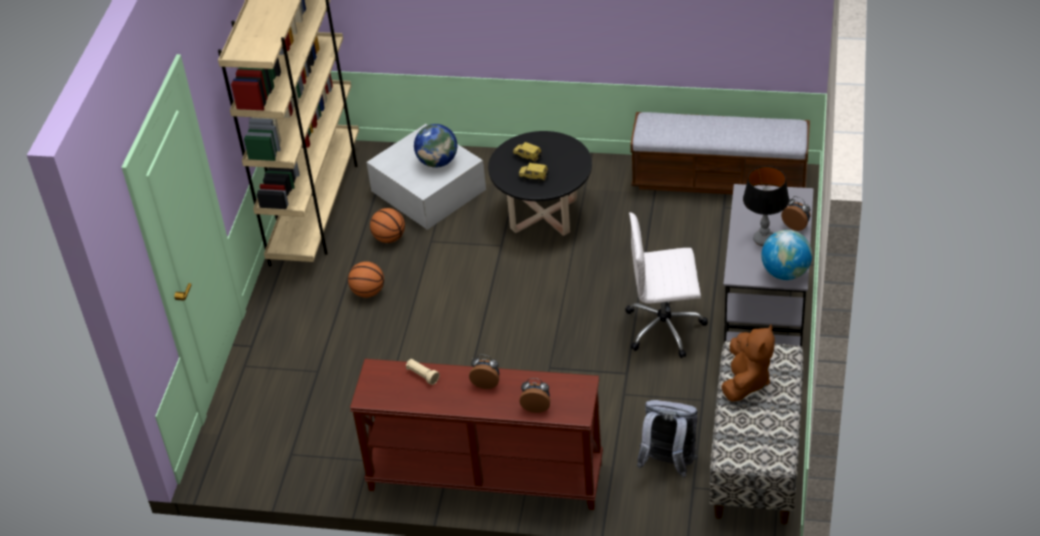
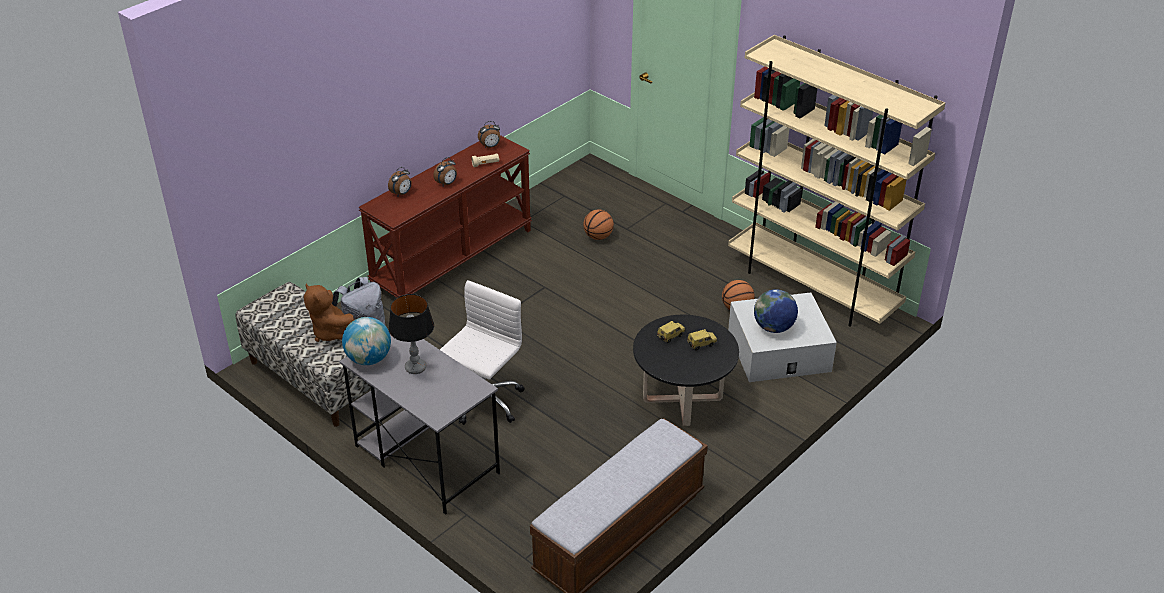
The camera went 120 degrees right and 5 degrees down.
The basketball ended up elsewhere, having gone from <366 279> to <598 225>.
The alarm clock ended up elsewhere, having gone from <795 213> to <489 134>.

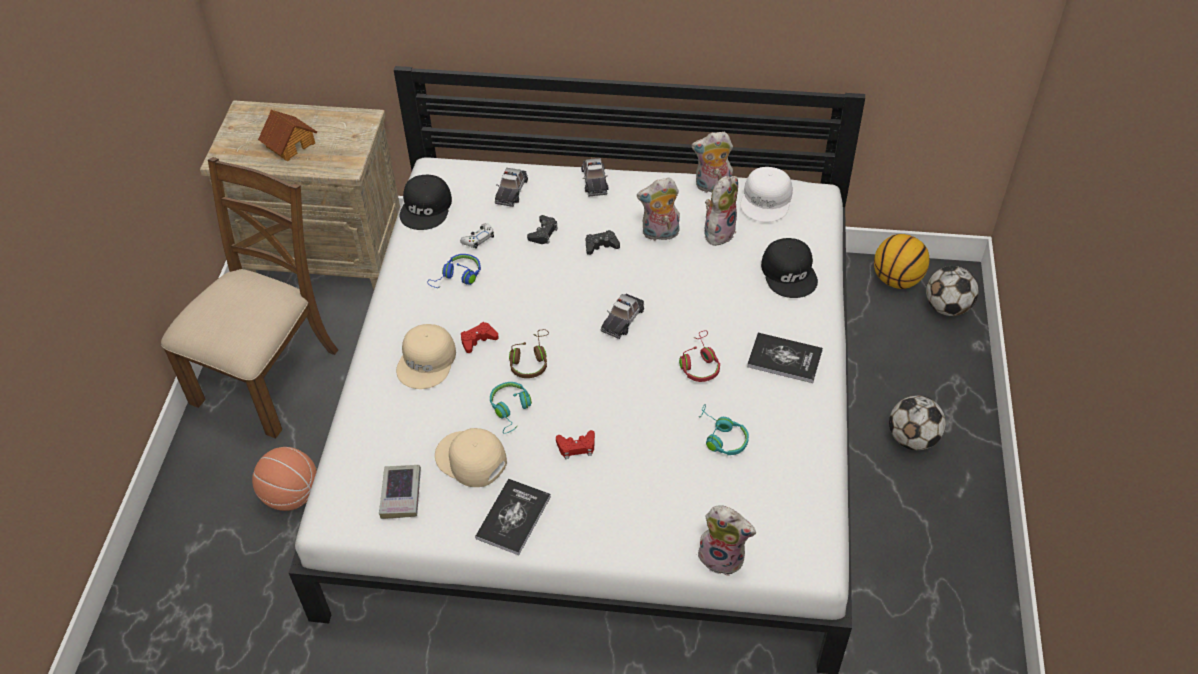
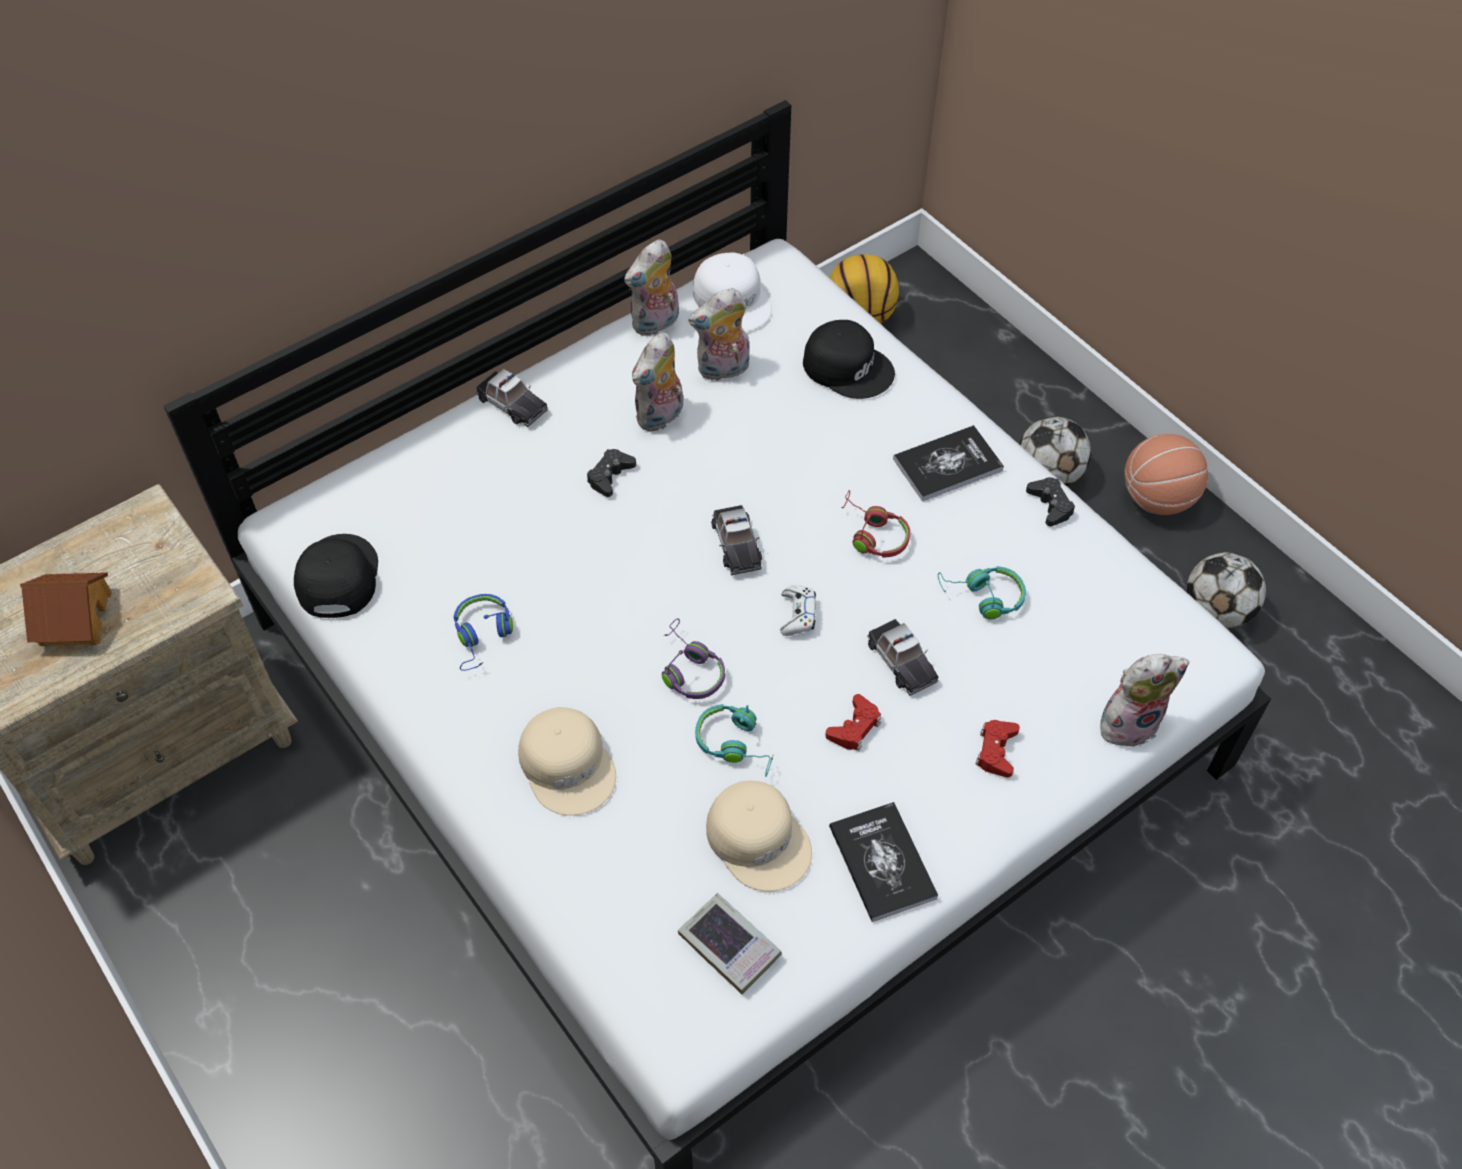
The camera went 45 degrees left and 5 degrees up.
The second view lost the brown chair at <249 298>.
The basketball ended up elsewhere, having gone from <284 479> to <1166 474>.
The white game controller ended up elsewhere, having gone from <477 236> to <798 610>.
The red game controller ended up elsewhere, having gone from <480 337> to <998 749>.
The toy car ended up elsewhere, having gone from <511 187> to <903 657>.
The black game controller ended up elsewhere, having gone from <542 229> to <1050 501>.
The football ended up elsewhere, having gone from <952 291> to <1226 590>.
What was the brown headphones at <529 353> turned into the purple headphones at <693 659>.
The black cap at <425 202> ended up facing another way, 150 degrees counterclockwise from before.
The beige cap at <471 457> ended up facing another way, 120 degrees counterclockwise from before.
The plush toy at <721 211> ended up facing another way, 105 degrees counterclockwise from before.

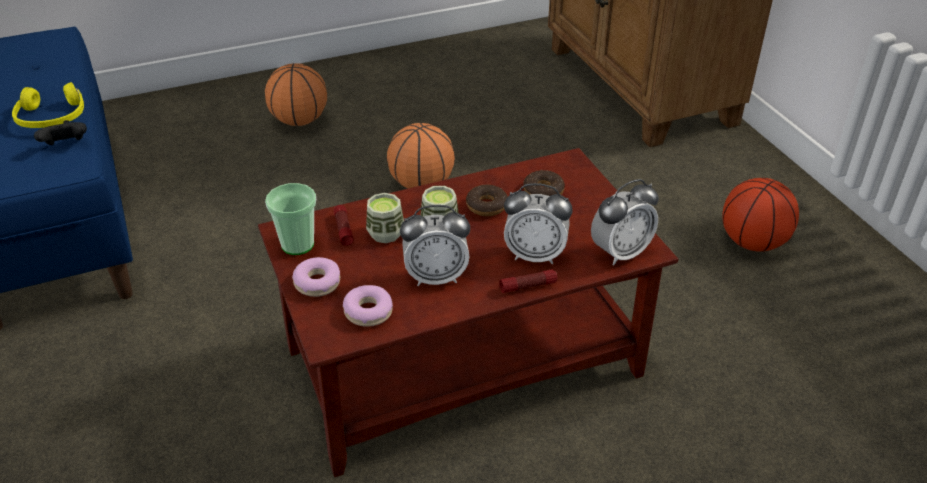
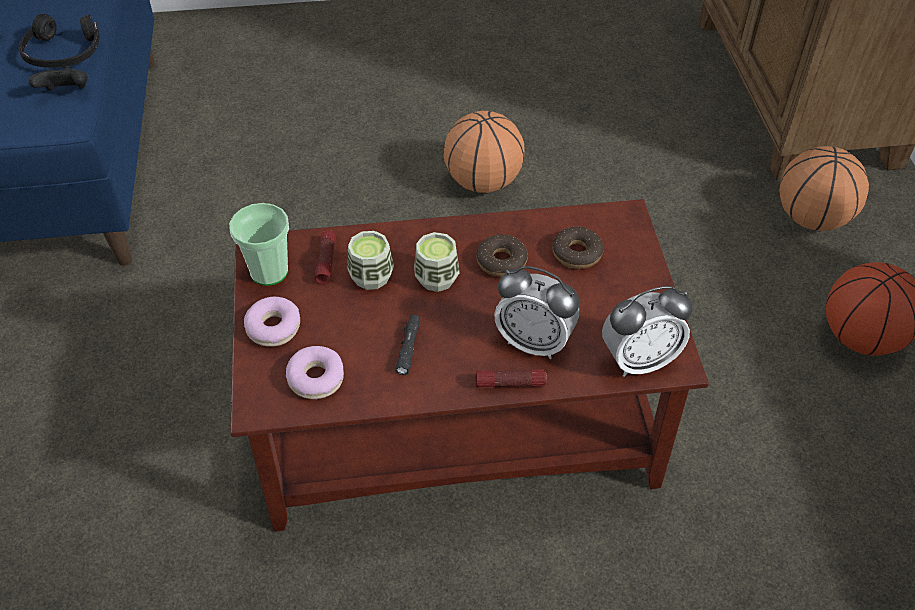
The camera went 15 degrees right and 10 degrees up.
The basketball ended up elsewhere, having gone from <296 94> to <824 188>.
Where the alarm clock stood at <435 245>, the black flashlight came to stand at <407 345>.
What was the yellow headphones at <48 105> turned into the black headphones at <59 41>.

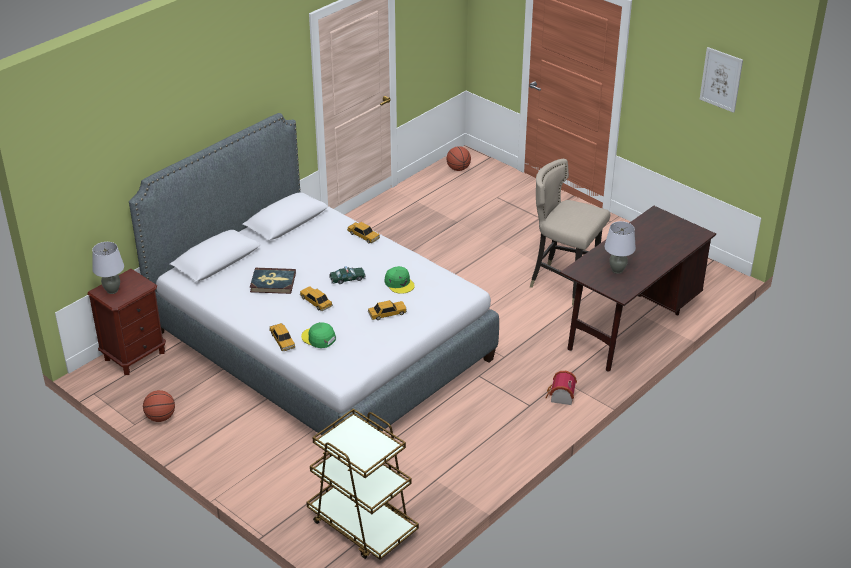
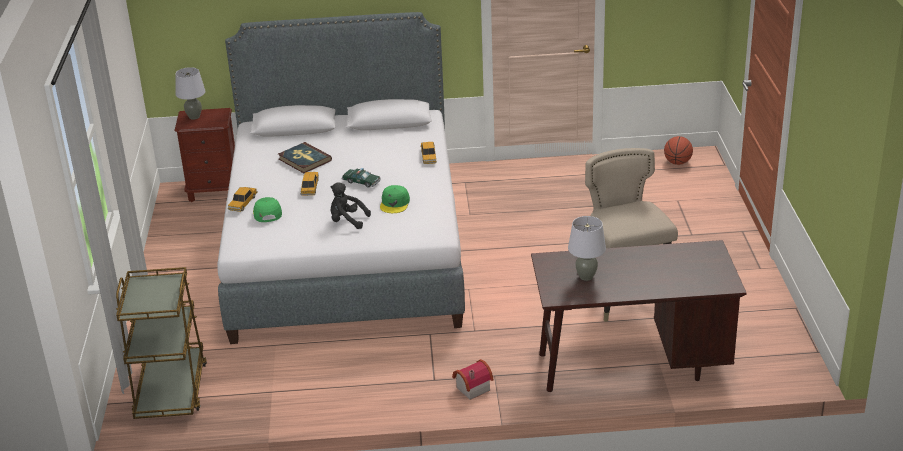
The camera went 45 degrees right and 5 degrees down.
The second view lost the basketball at <159 406>.
The second view lost the picture at <721 80>.
Where the toy car stood at <387 310>, the black plush toy came to stand at <350 205>.

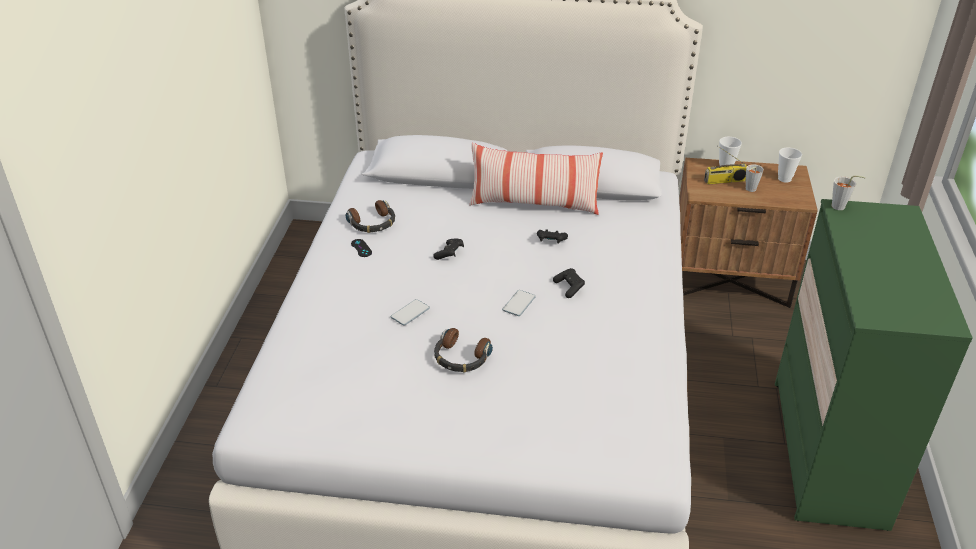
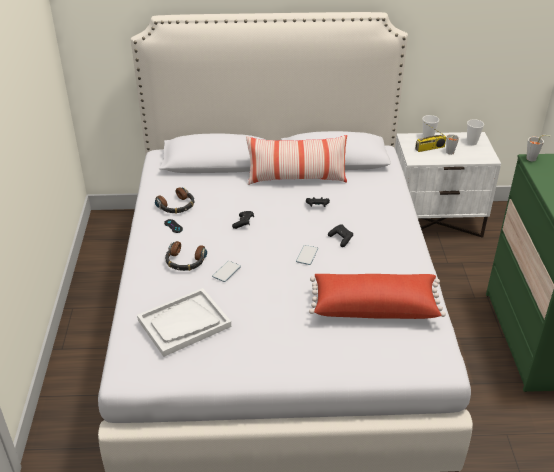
The camera went 10 degrees left and 0 degrees up.
The second view gained the white tray at <184 322>.
The second view gained the red pillow at <377 296>.
The headphones ended up elsewhere, having gone from <463 350> to <186 256>.
What was the brown nightstand at <748 233> turned into the white nightstand at <448 185>.

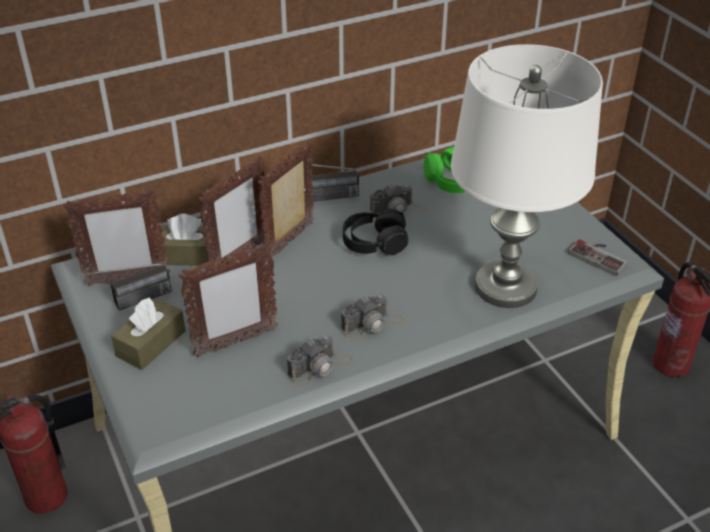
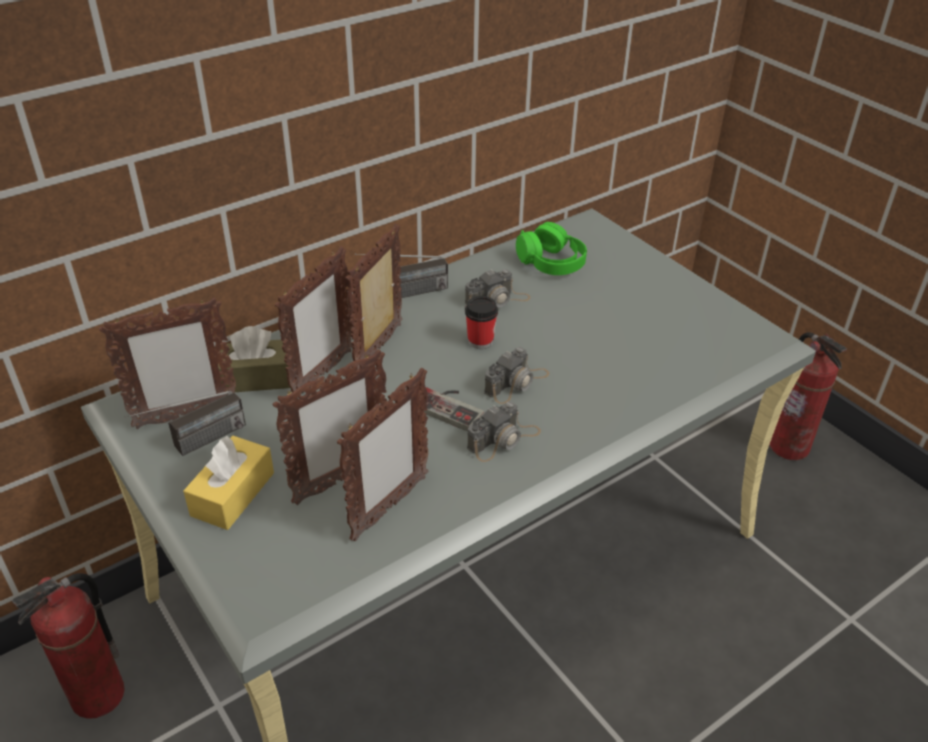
The camera went 10 degrees left and 0 degrees up.
The second view lost the white table lamp at <527 176>.
The second view gained the picture frame at <383 454>.
The photo camera ended up elsewhere, having gone from <320 361> to <516 375>.
The game controller ended up elsewhere, having gone from <598 257> to <451 409>.
Where the black headphones stood at <375 232>, the cup came to stand at <481 322>.
What was the brown tissue box at <148 334> turned into the yellow tissue box at <228 483>.

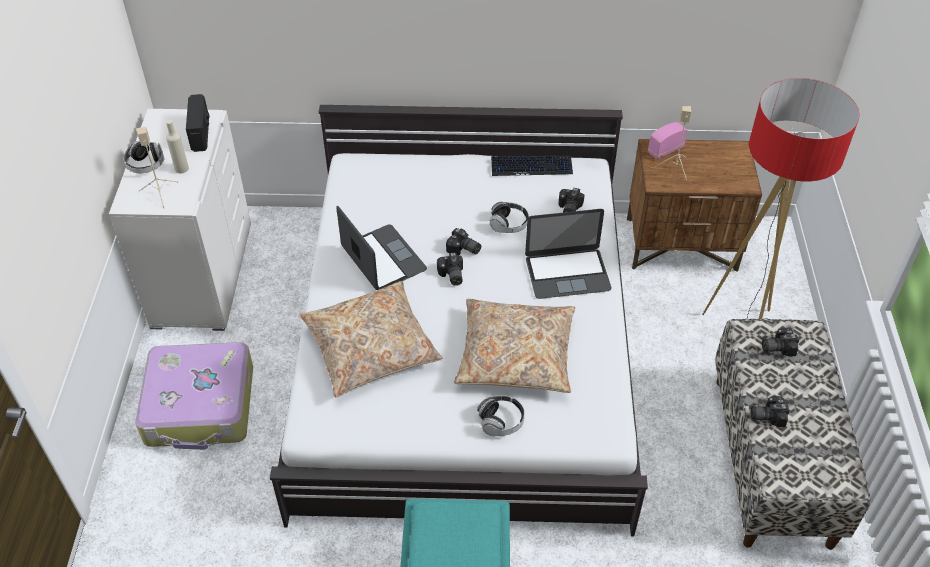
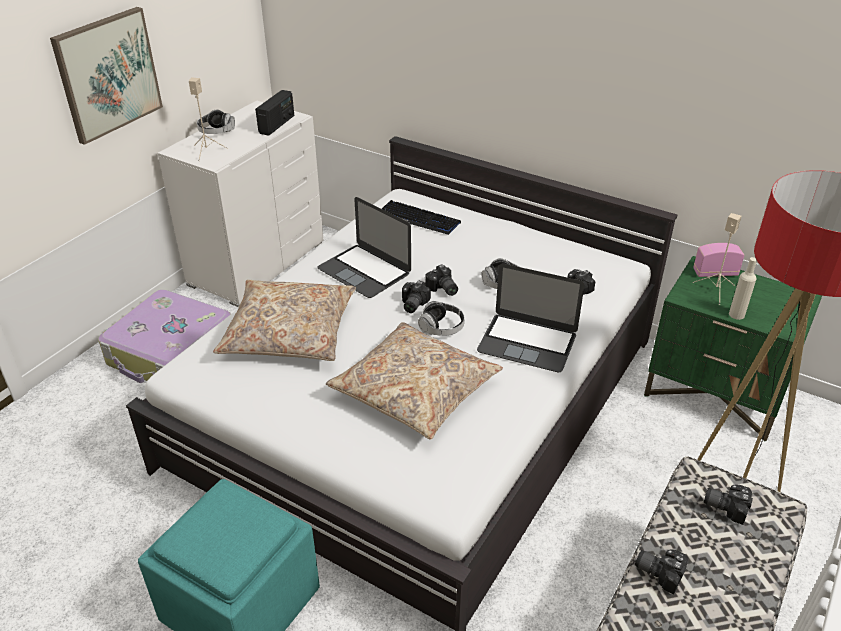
The camera went 30 degrees right and 10 degrees down.
The second view gained the picture at <106 76>.
The beige bottle ended up elsewhere, having gone from <177 146> to <743 288>.
The headphones ended up elsewhere, having gone from <501 415> to <441 318>.
The keyboard ended up elsewhere, having gone from <532 165> to <421 217>.
What was the brown nightstand at <694 205> turned into the green nightstand at <733 349>.
The laptop at <381 248> ended up facing another way, 135 degrees clockwise from before.

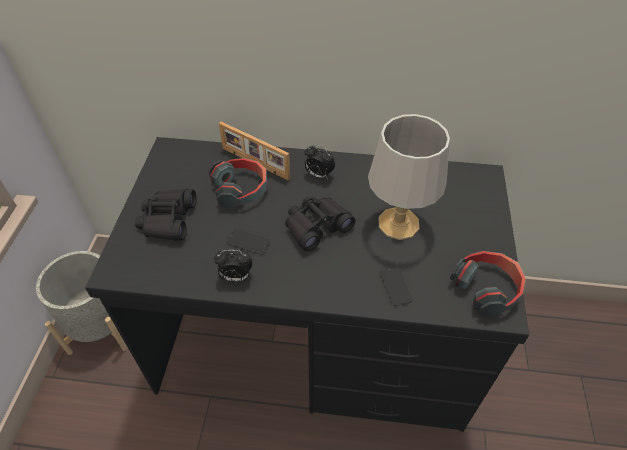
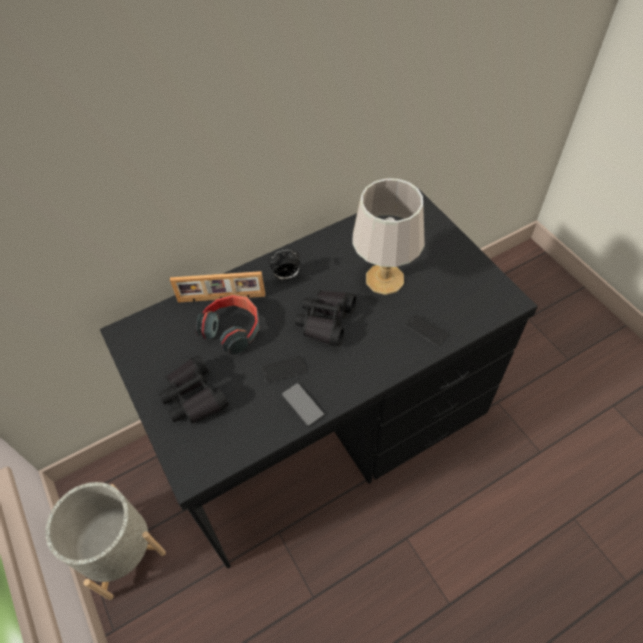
The camera went 35 degrees left and 5 degrees up.
The second view lost the headphones at <488 284>.
Where the alarm clock stood at <233 266>, the phone came to stand at <303 405>.

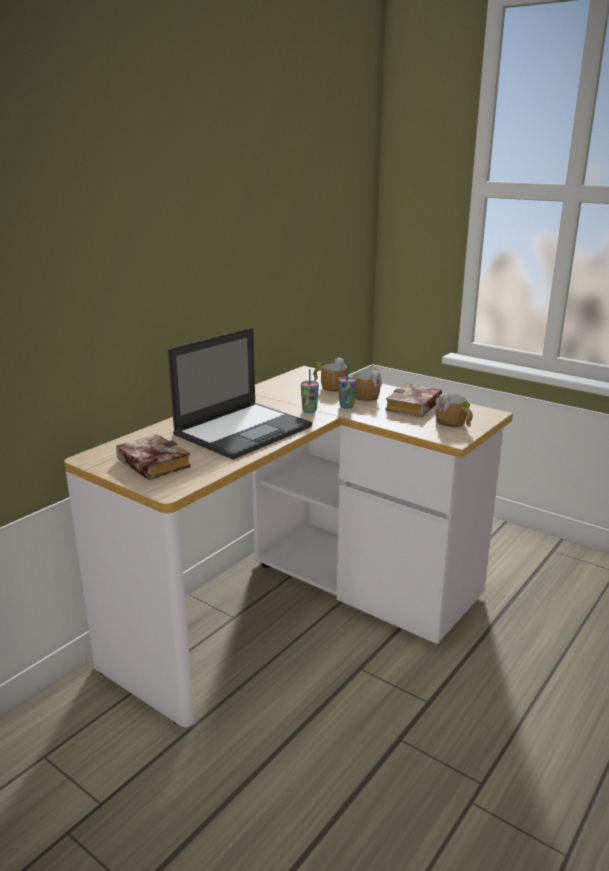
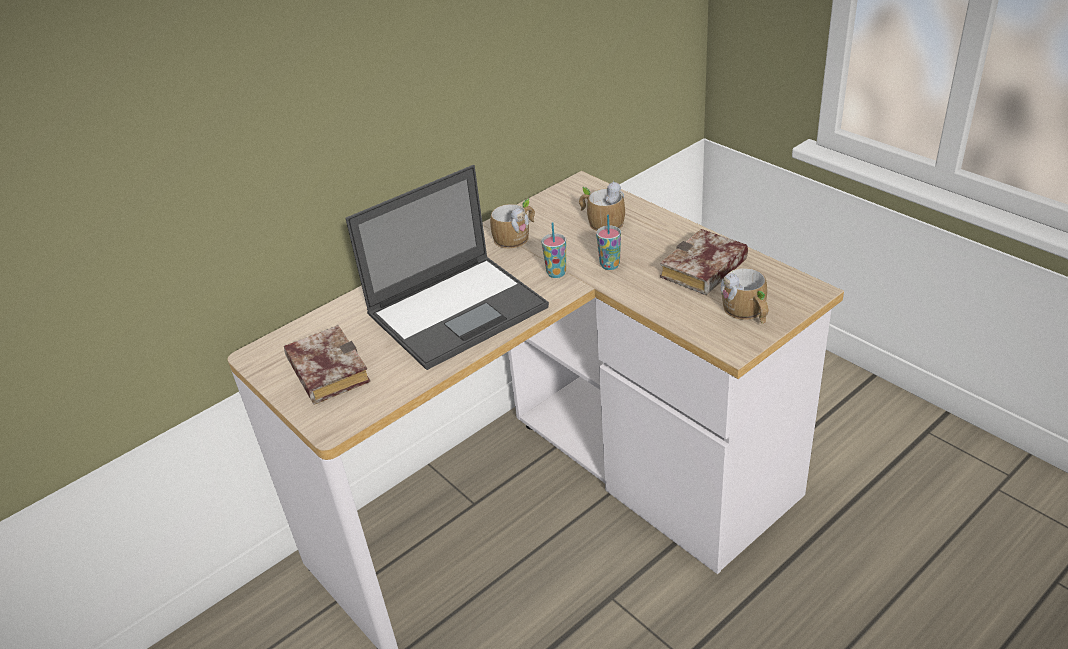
The camera went 15 degrees right and 15 degrees up.
The mug ended up elsewhere, having gone from <367 385> to <512 223>.

